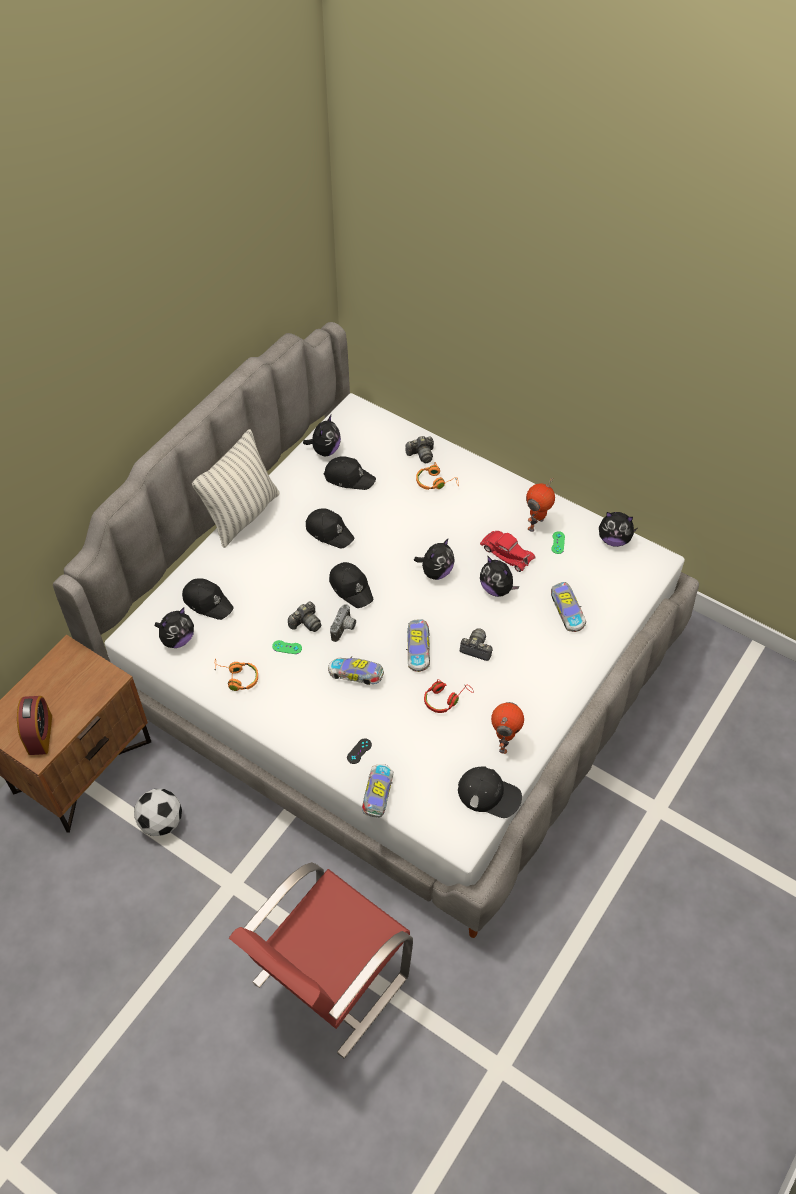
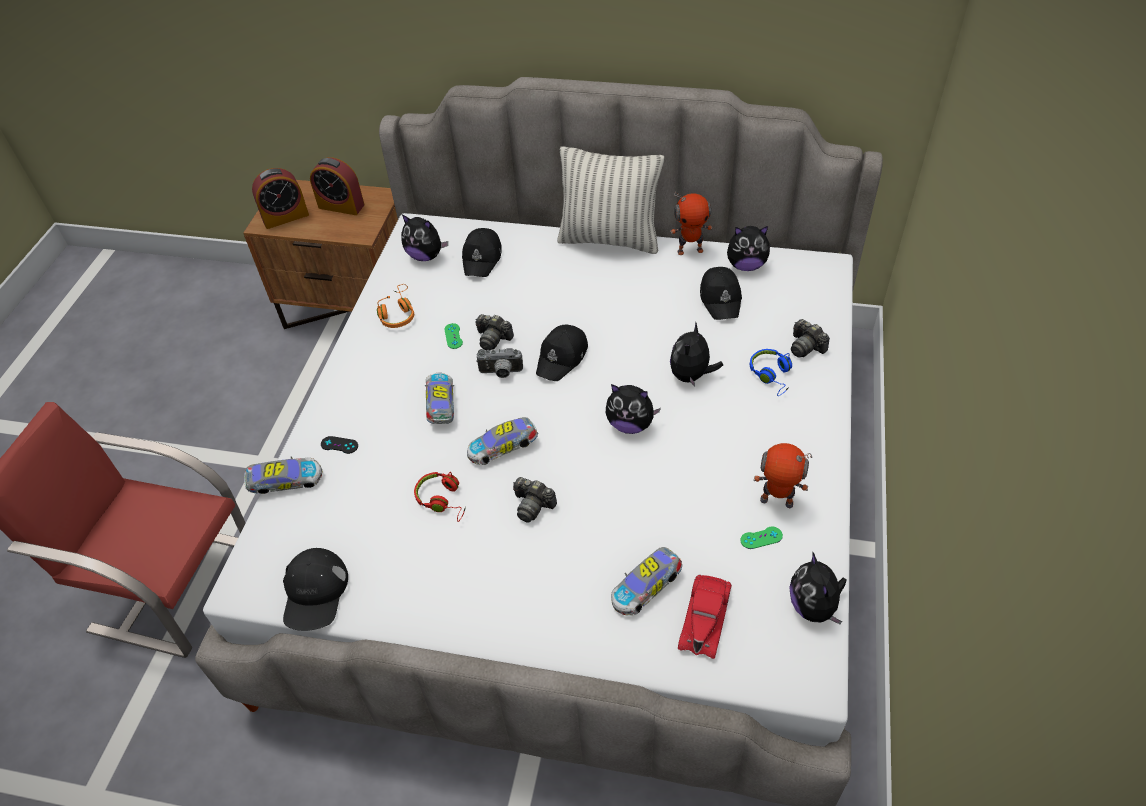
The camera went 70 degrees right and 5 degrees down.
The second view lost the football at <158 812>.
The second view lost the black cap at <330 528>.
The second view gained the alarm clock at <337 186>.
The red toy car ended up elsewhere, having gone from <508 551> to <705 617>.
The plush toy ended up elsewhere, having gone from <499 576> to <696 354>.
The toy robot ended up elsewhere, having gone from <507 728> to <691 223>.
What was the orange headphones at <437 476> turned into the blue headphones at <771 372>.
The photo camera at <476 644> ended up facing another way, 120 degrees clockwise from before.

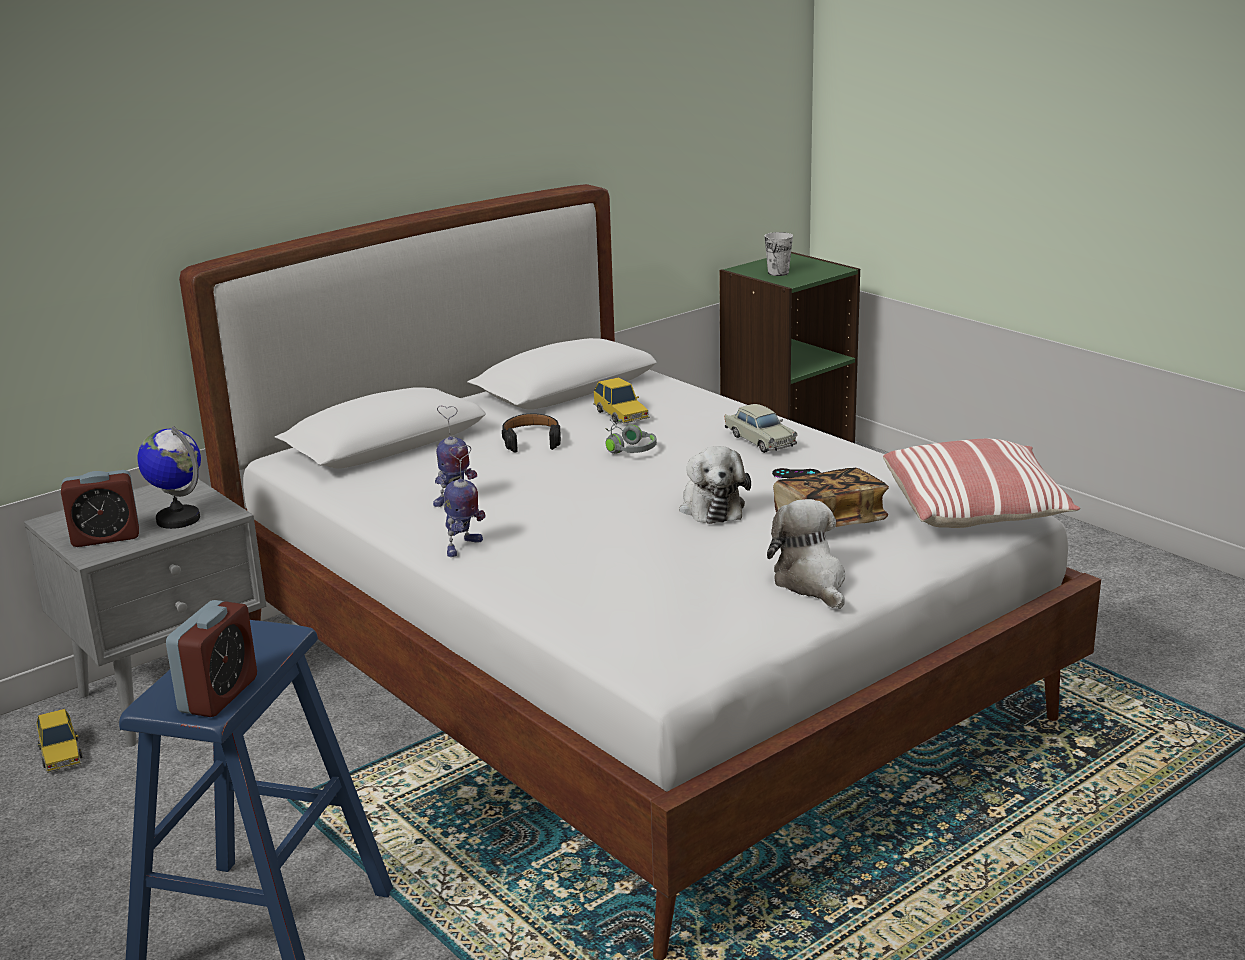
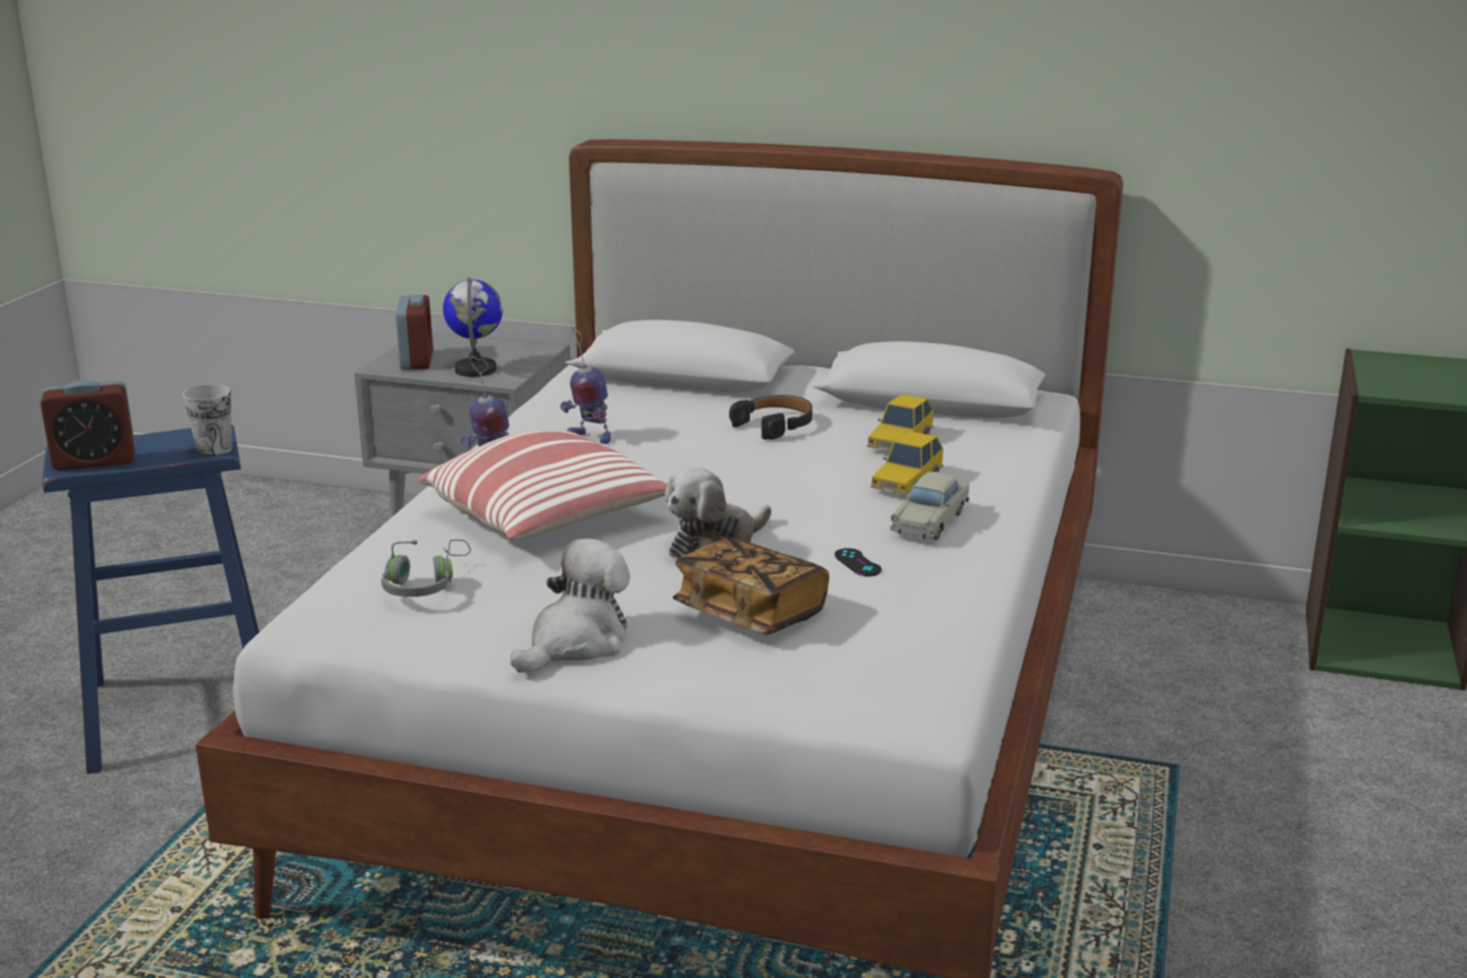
The camera went 55 degrees right and 0 degrees up.
The toy car ended up elsewhere, having gone from <59 741> to <907 463>.
The grey headphones ended up elsewhere, having gone from <631 435> to <426 568>.
The cup ended up elsewhere, having gone from <778 254> to <207 420>.
The pillow ended up elsewhere, having gone from <981 483> to <542 485>.
The alarm clock at <100 508> ended up facing another way, 135 degrees counterclockwise from before.

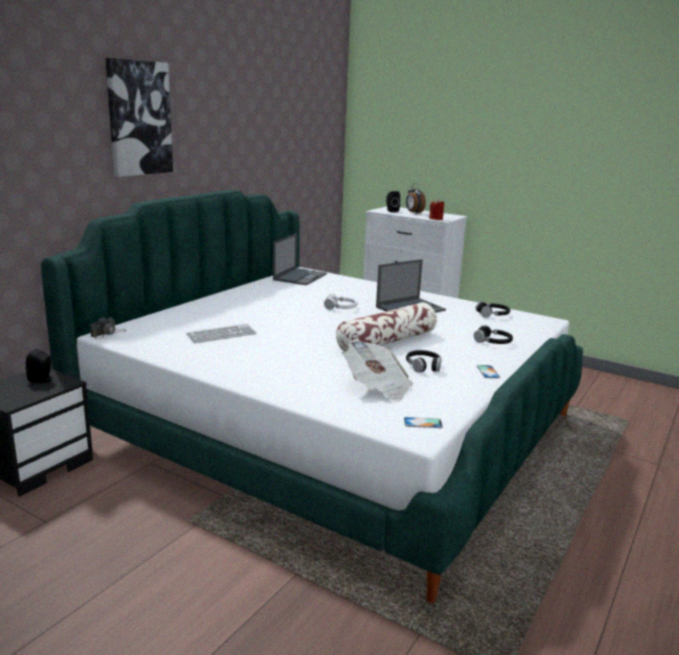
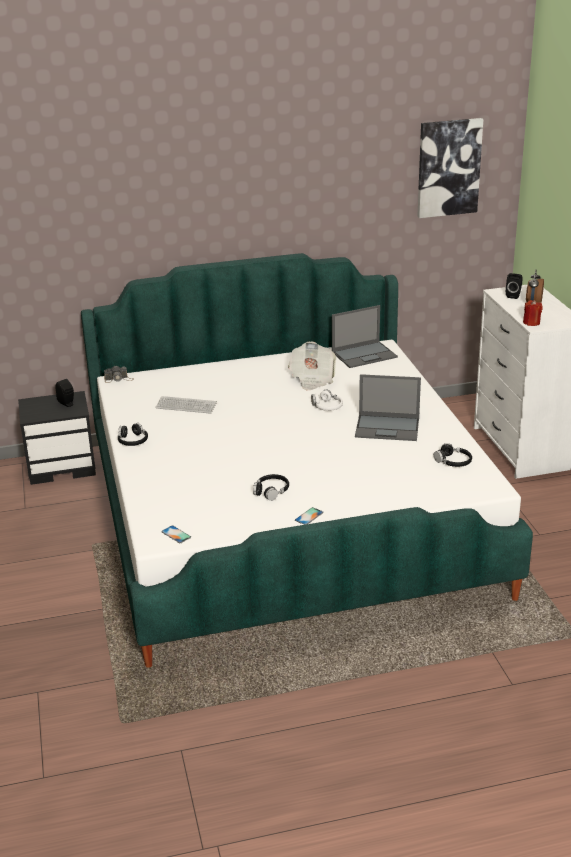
The camera went 45 degrees right and 10 degrees up.
The second view lost the pillow at <386 327>.
The picture ended up elsewhere, having gone from <139 117> to <450 168>.
The newspaper ended up elsewhere, having gone from <378 371> to <312 365>.
The black headphones ended up elsewhere, having gone from <493 334> to <133 434>.

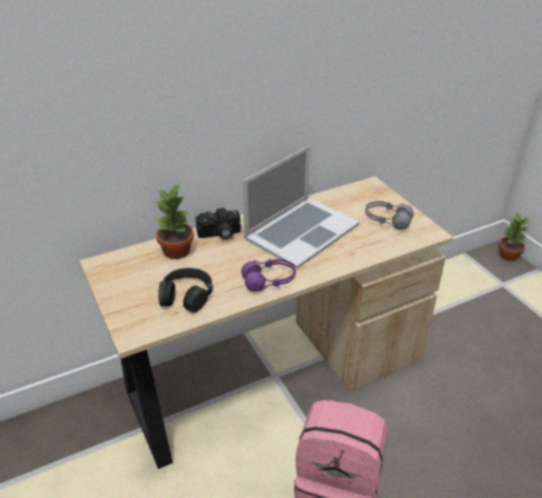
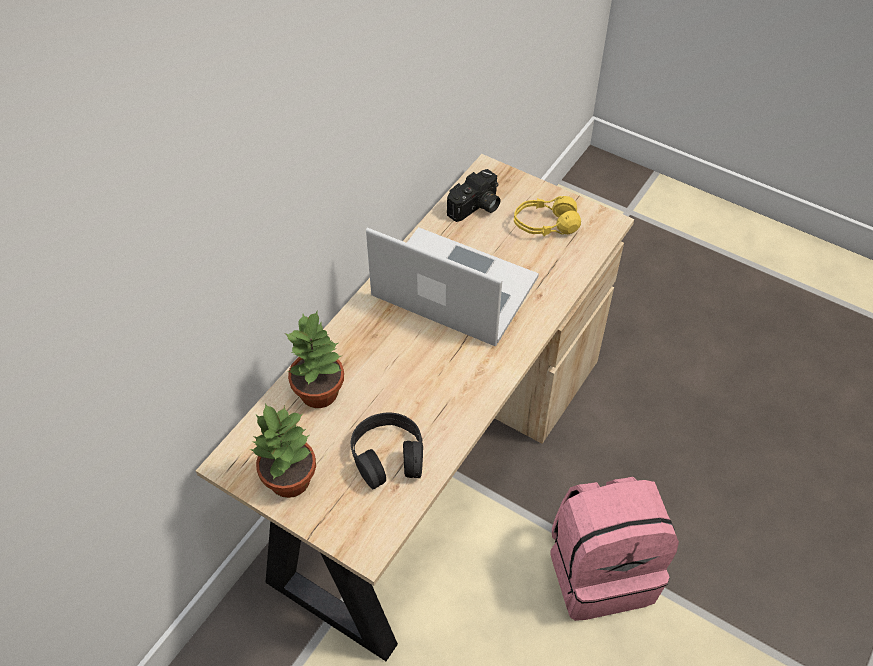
The camera went 30 degrees left and 15 degrees up.
The second view lost the purple headphones at <268 275>.
The photo camera ended up elsewhere, having gone from <218 224> to <474 195>.
The potted plant ended up elsewhere, having gone from <515 236> to <282 450>.
What was the grey headphones at <389 215> turned into the yellow headphones at <547 216>.
The laptop at <300 207> ended up facing another way, 75 degrees counterclockwise from before.

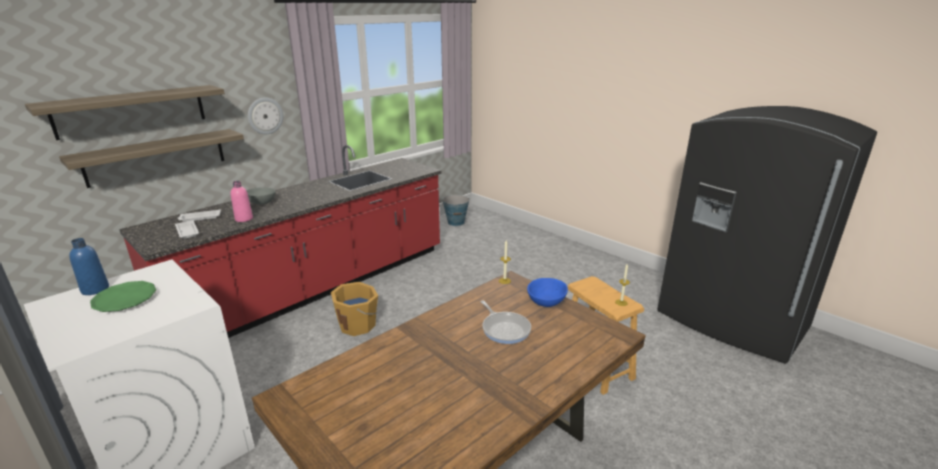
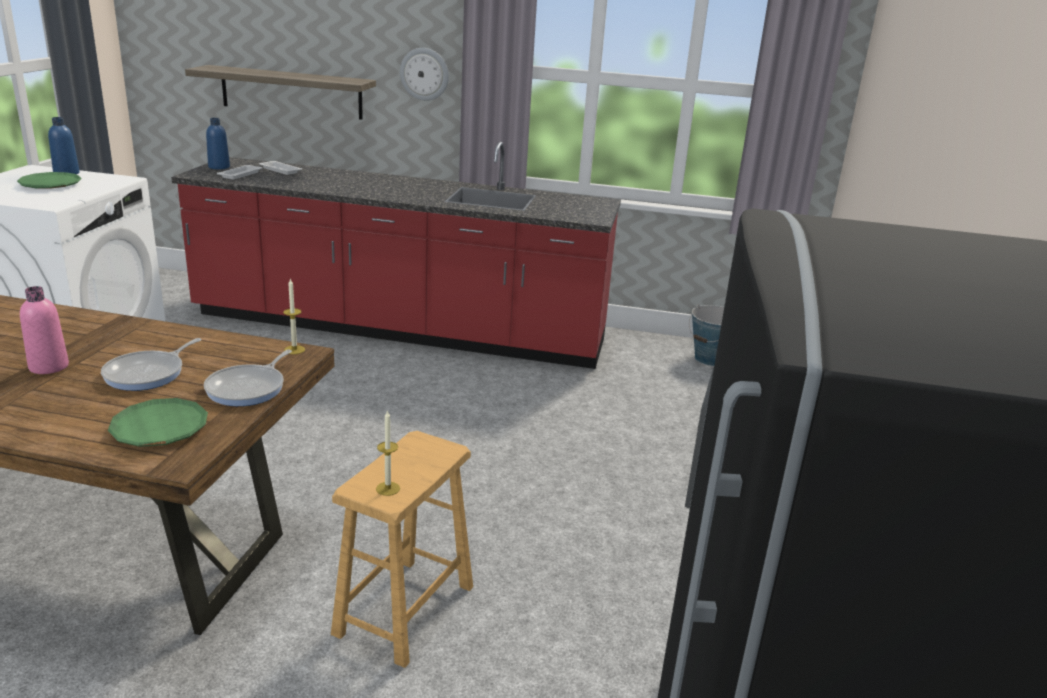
The camera went 55 degrees right and 0 degrees up.
The second view lost the shelf at <125 112>.
The second view lost the grey bowl at <260 196>.
The second view lost the orange bucket at <354 309>.
The second view gained the green plate at <158 422>.
The second view gained the blue bottle at <218 143>.
The pink bottle ended up elsewhere, having gone from <242 201> to <44 330>.
Where the blue bowl stood at <547 292>, the frying pan came to stand at <248 378>.

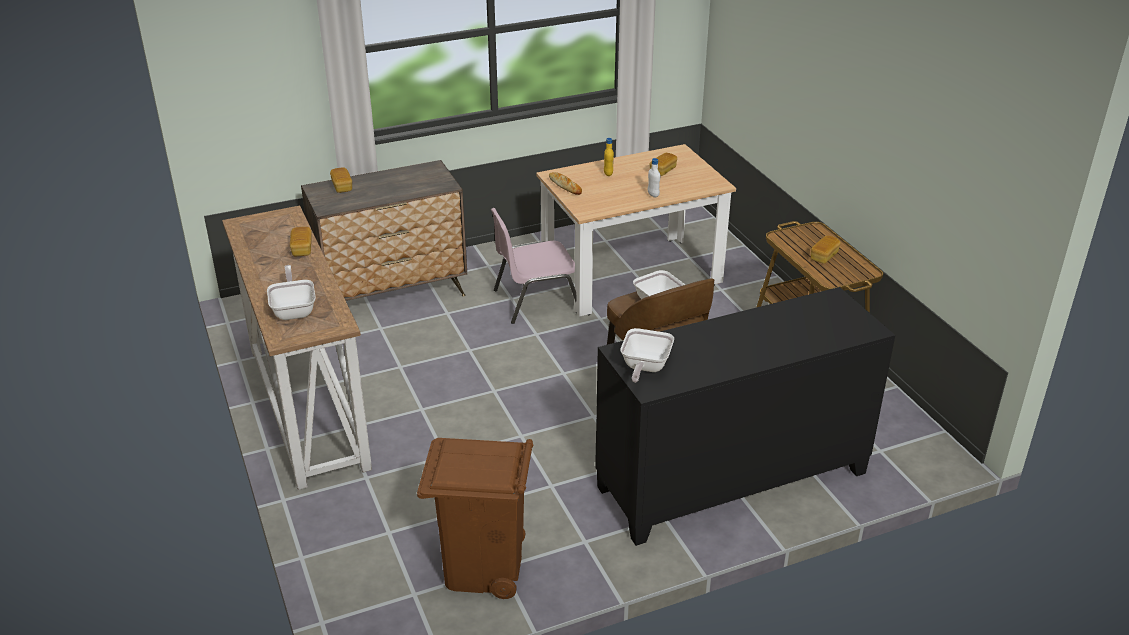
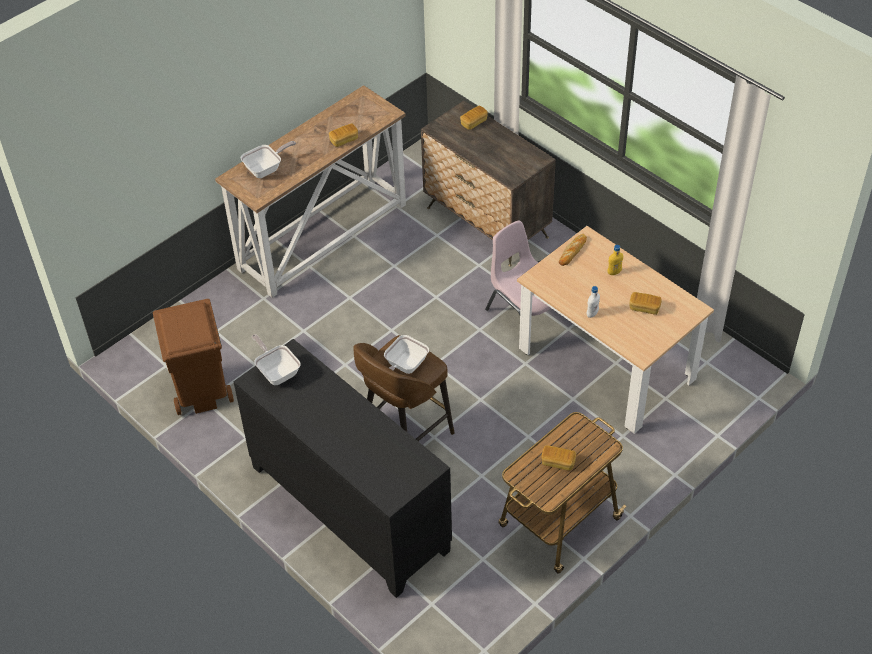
The camera went 70 degrees right and 15 degrees up.
The frying pan at <647 355> ended up facing another way, 60 degrees clockwise from before.

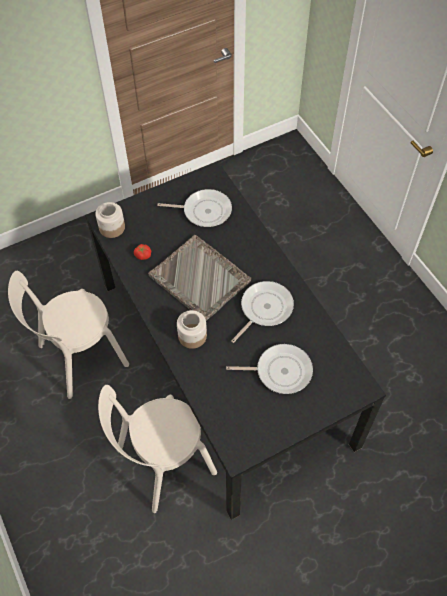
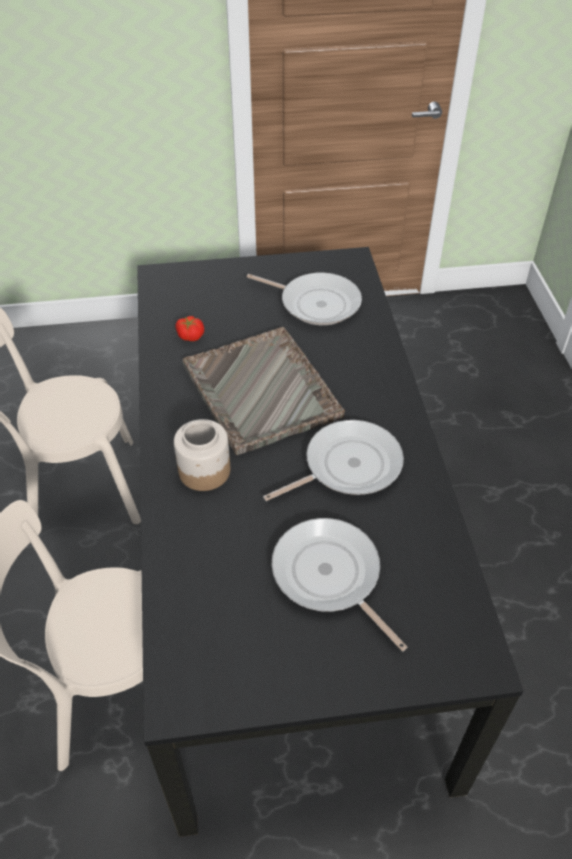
The camera went 20 degrees right and 10 degrees down.
The second view lost the jar at <110 220>.
The frying pan at <269 369> ended up facing another way, 150 degrees counterclockwise from before.

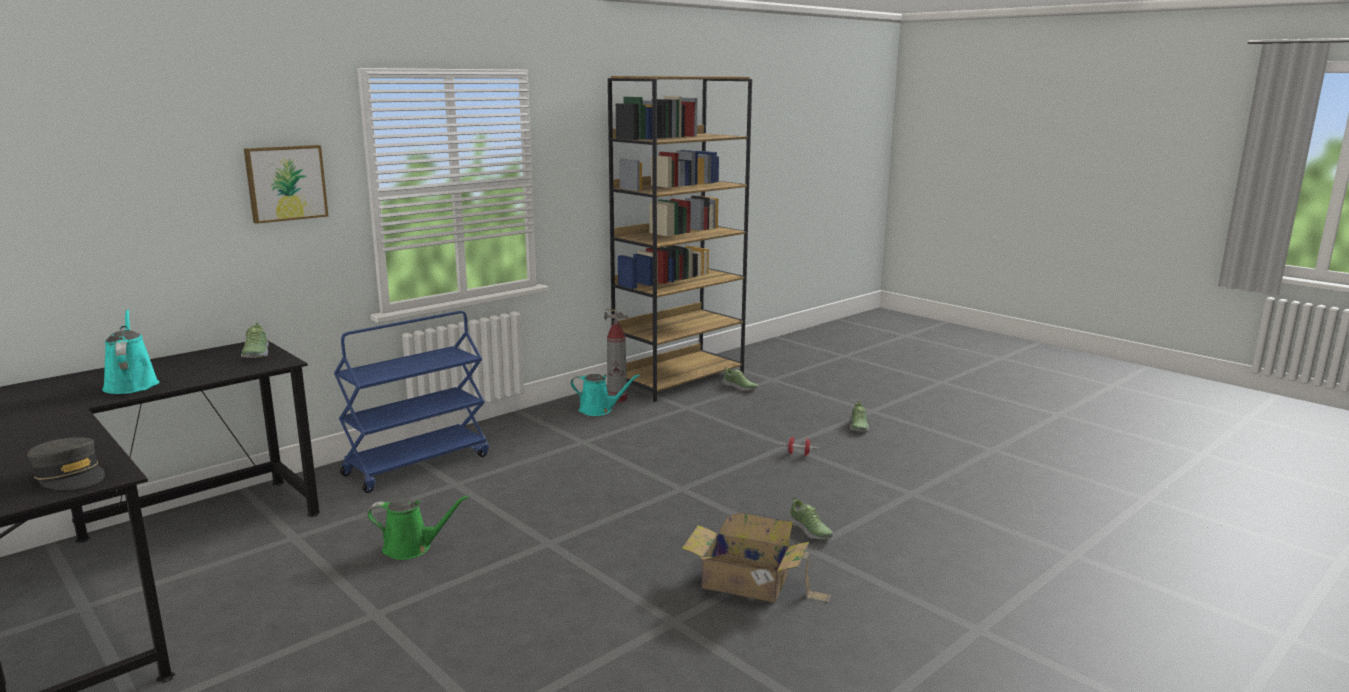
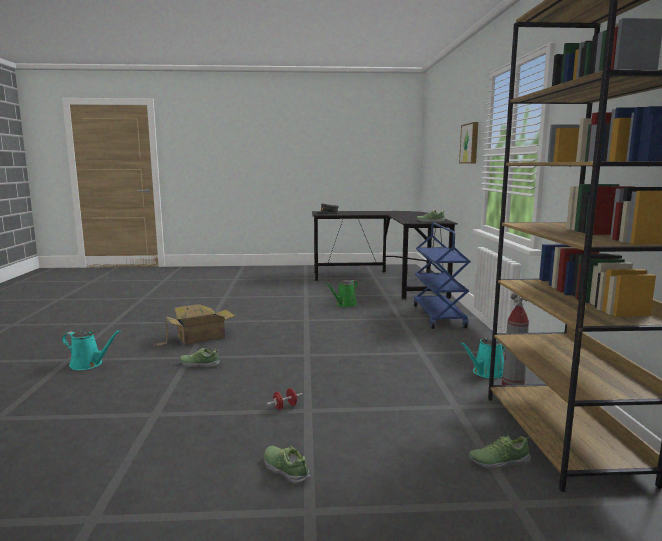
The camera went 130 degrees right and 5 degrees down.
The turquoise watering can ended up elsewhere, having gone from <130 351> to <91 350>.

